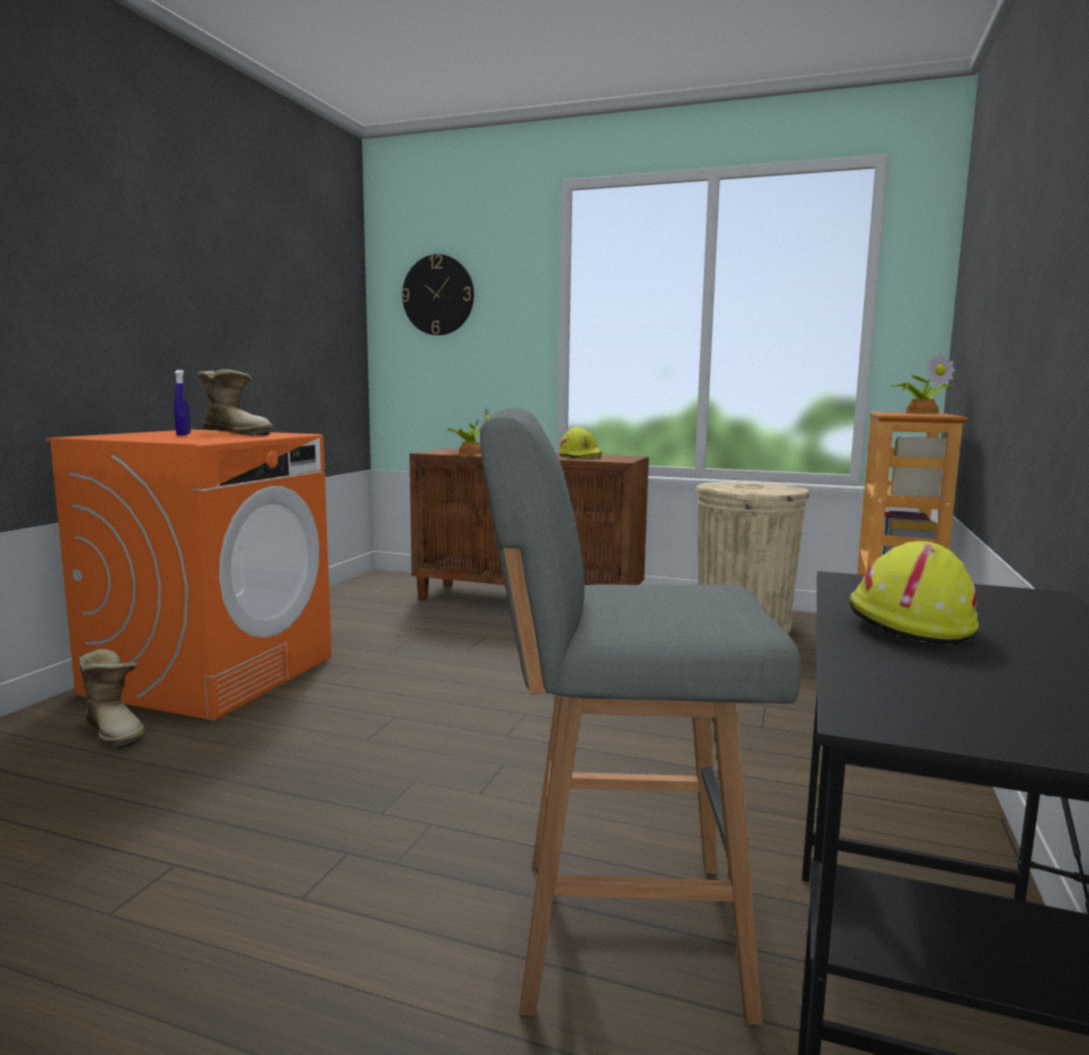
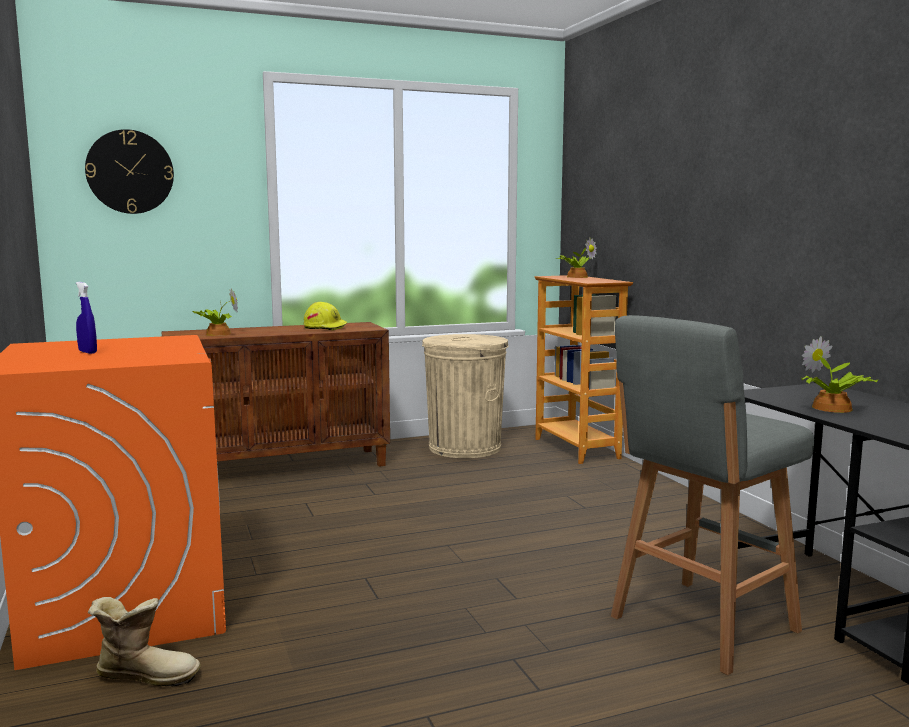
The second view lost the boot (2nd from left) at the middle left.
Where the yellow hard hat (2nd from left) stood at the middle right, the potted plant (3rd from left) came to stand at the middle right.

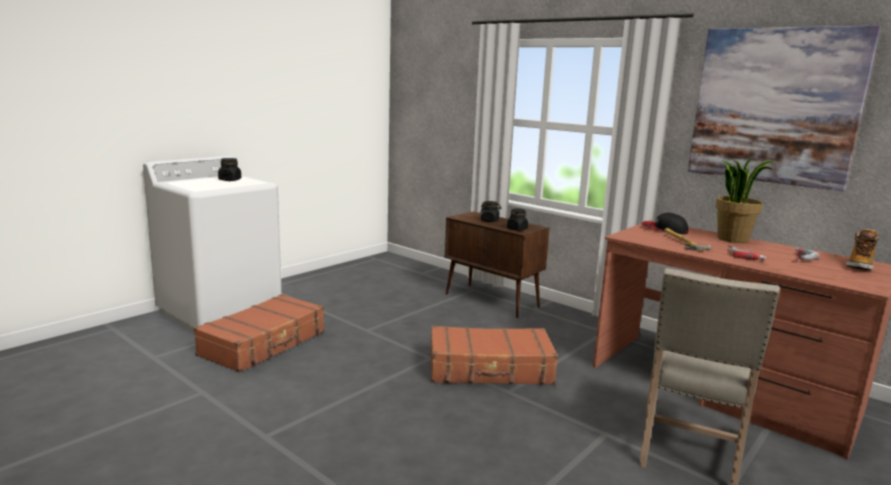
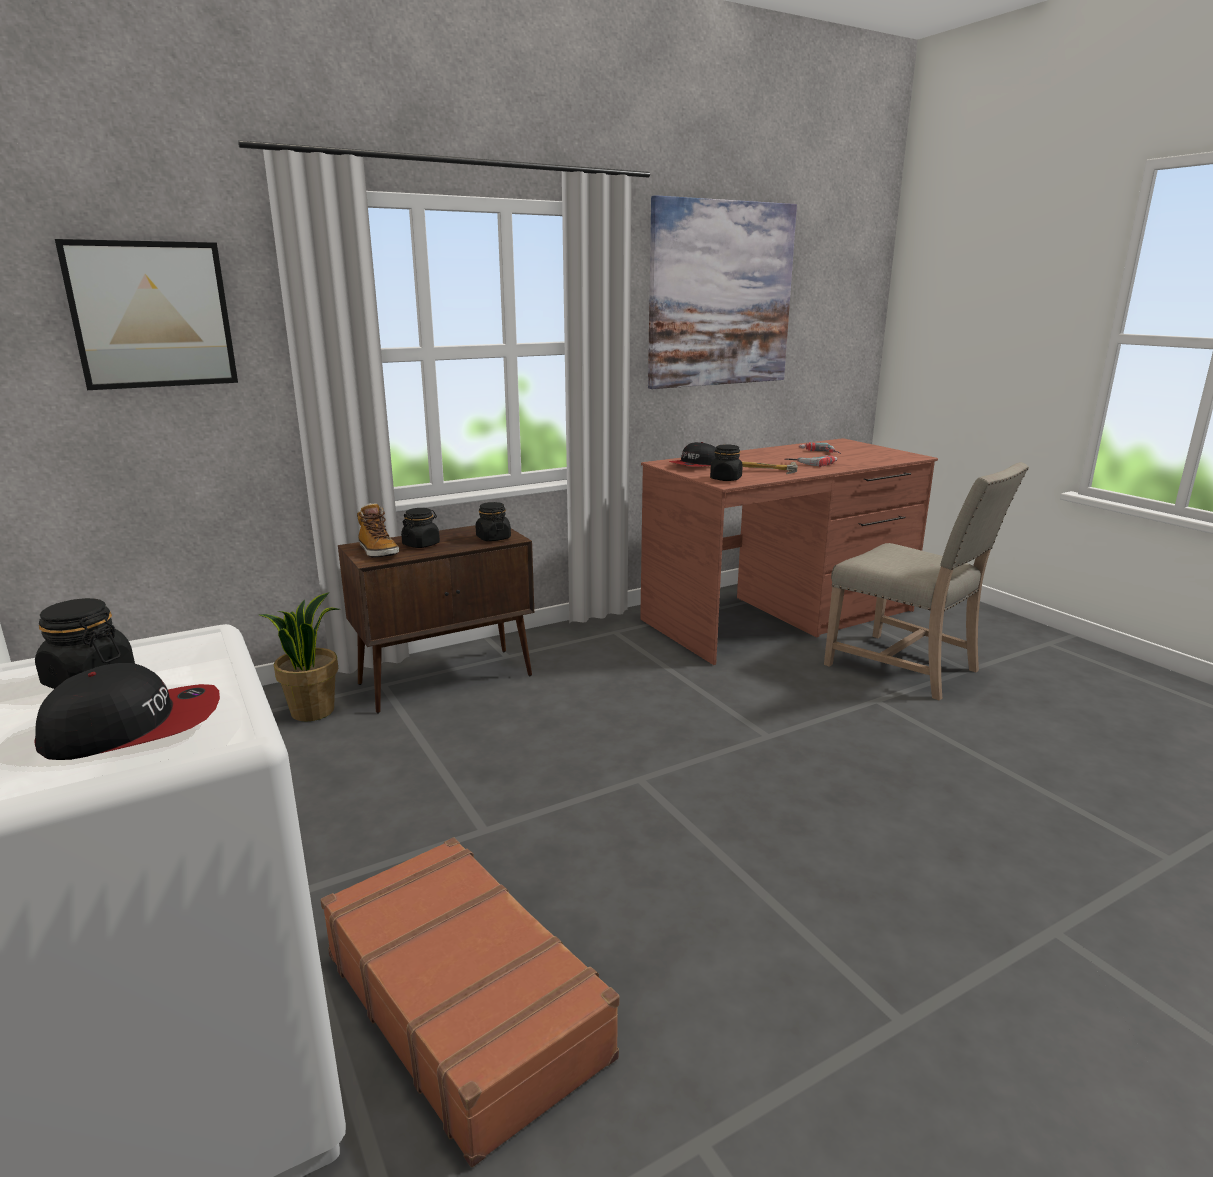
The second view lost the brown suitcase (2nd from left) at the bottom centre.
The second view gained the cap (1st from left) at the middle left.
The second view gained the picture (1st from left) at the top left.
The second view gained the black jar (4th from left) at the centre.
The potted plant ended up elsewhere, having gone from the middle right to the middle left.
The boot ended up elsewhere, having gone from the middle right to the middle left.

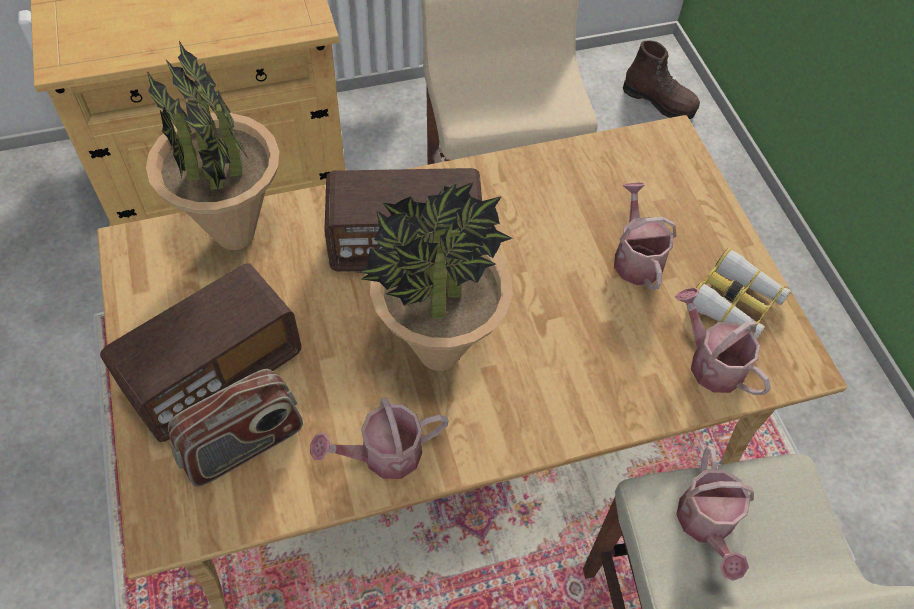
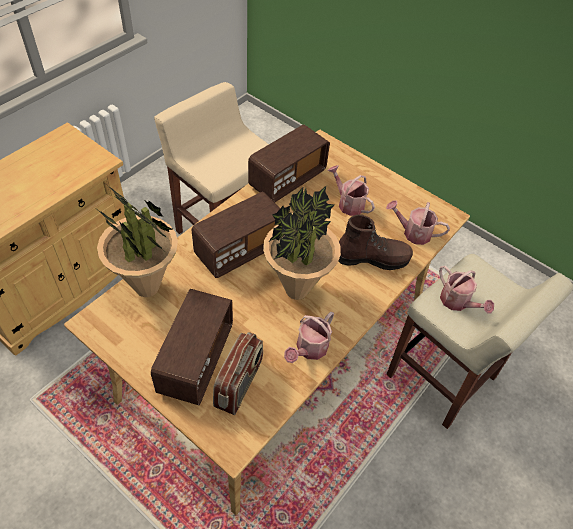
The second view lost the binoculars at the middle right.
The second view gained the radio (4th from left) at the top centre.
The brown boot ended up elsewhere, having gone from the top right to the centre.

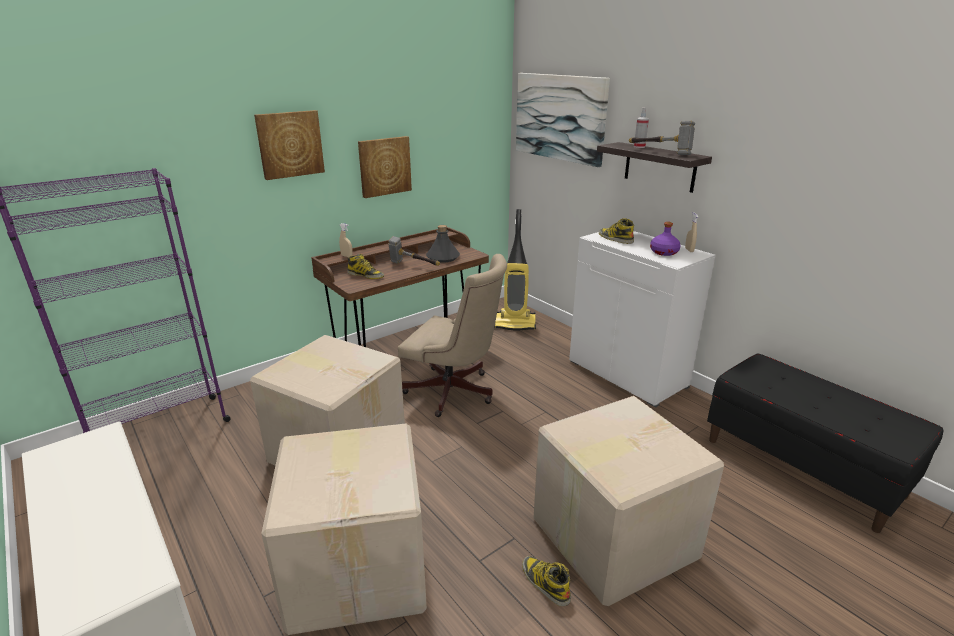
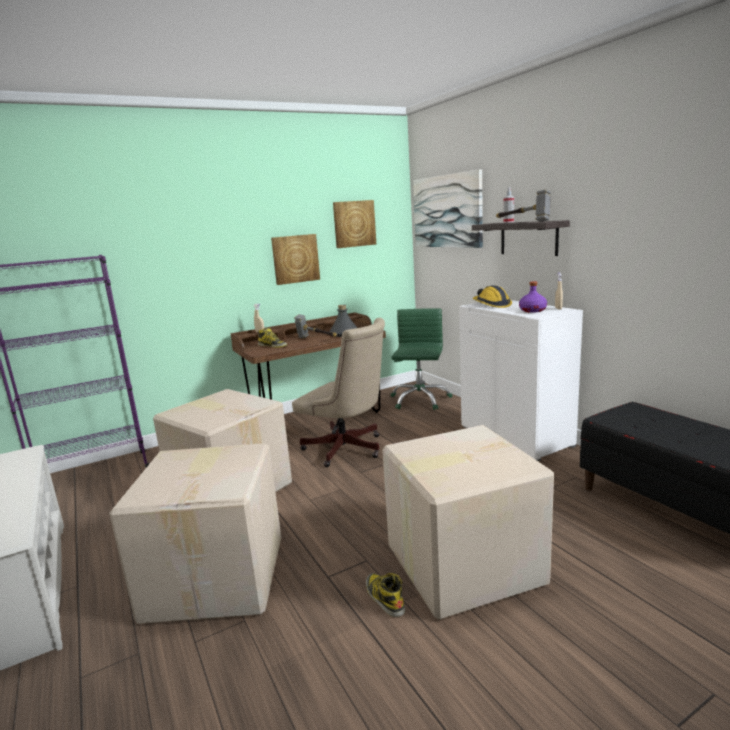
The picture (1st from left in the first image) ended up elsewhere, having gone from the top left to the top centre.
Where the vacuum cleaner stood at the centre, the green office chair came to stand at the centre.
Where the boot (3rd from left) stood at the centre, the hard hat came to stand at the middle right.

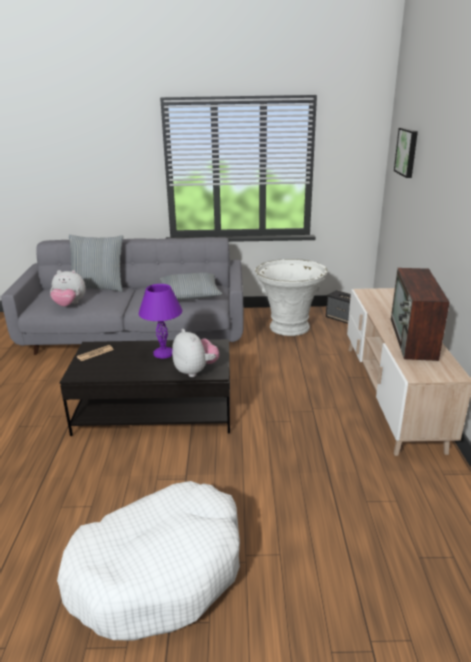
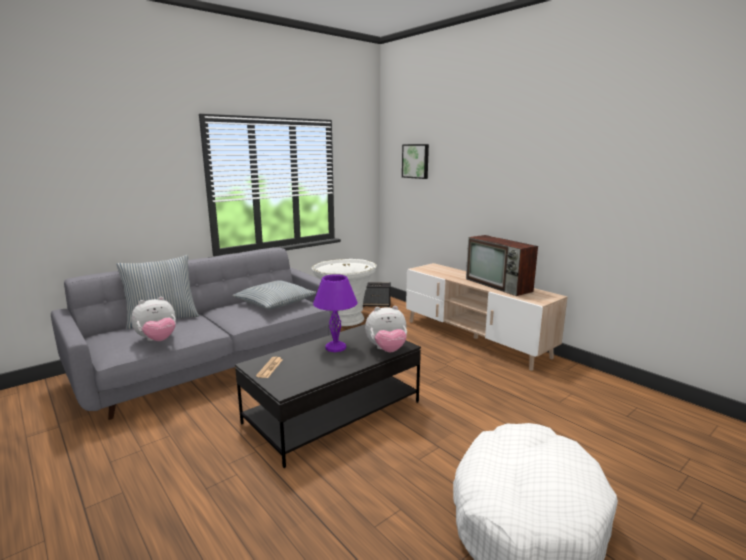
The plush toy (2nd from left) at the centre ended up facing another way, 150 degrees clockwise from before.

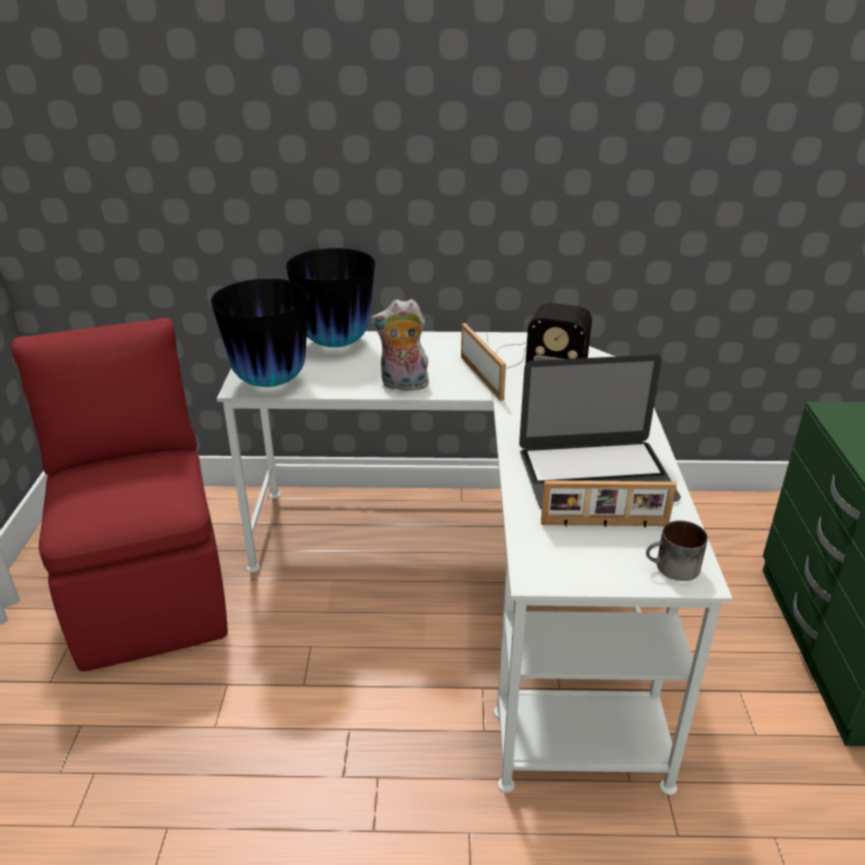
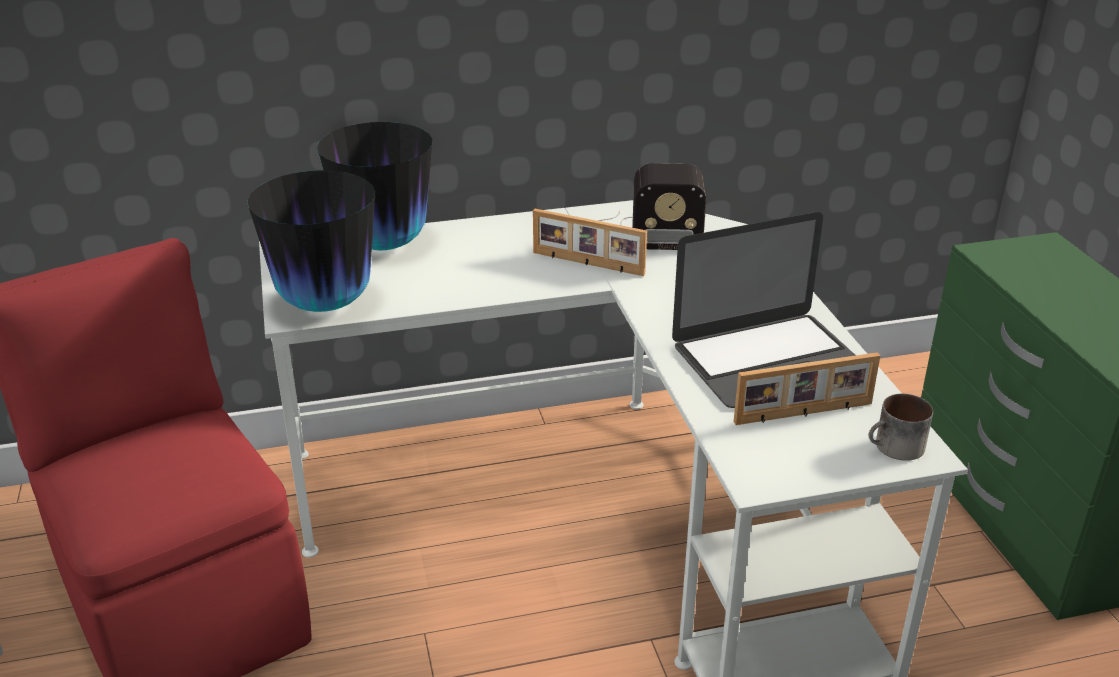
The second view lost the plush toy at the centre.
The picture frame (1st from left) at the centre ended up facing another way, 150 degrees clockwise from before.

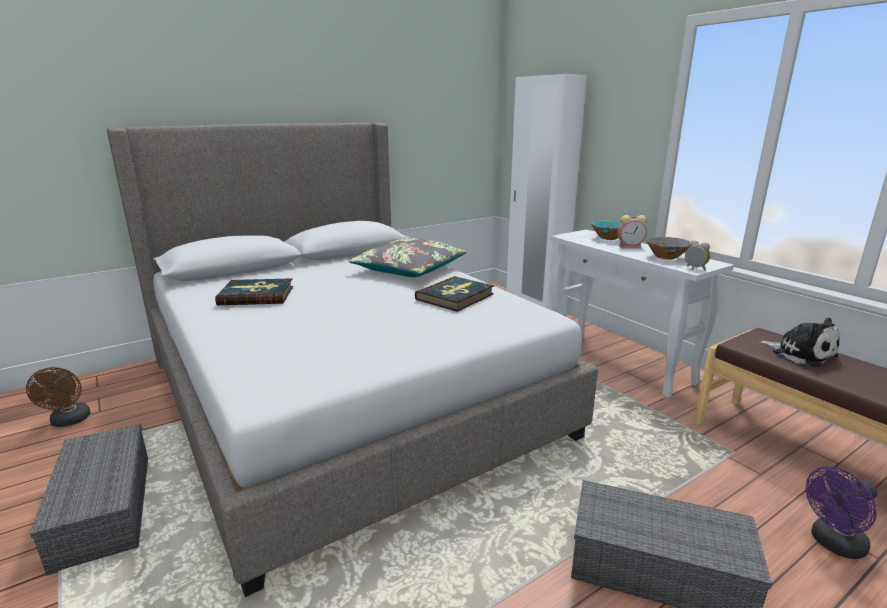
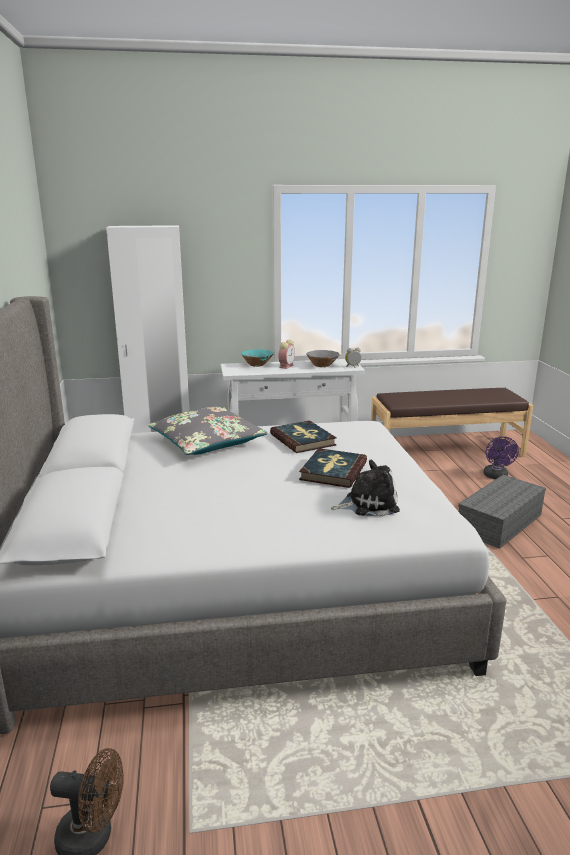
The second view lost the grey storage box (1st from left) at the bottom left.
The book (1st from left in the first image) ended up elsewhere, having gone from the middle left to the centre.
The plush toy ended up elsewhere, having gone from the middle right to the centre.

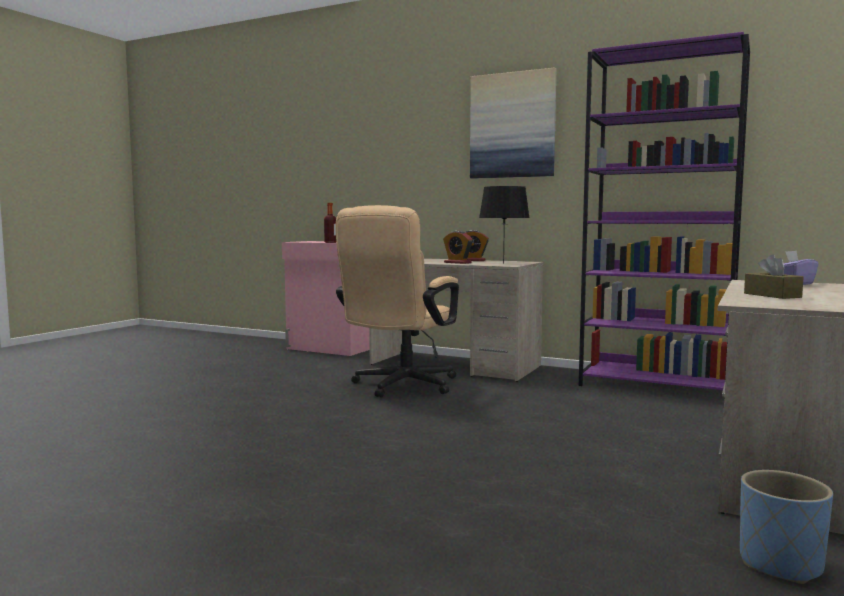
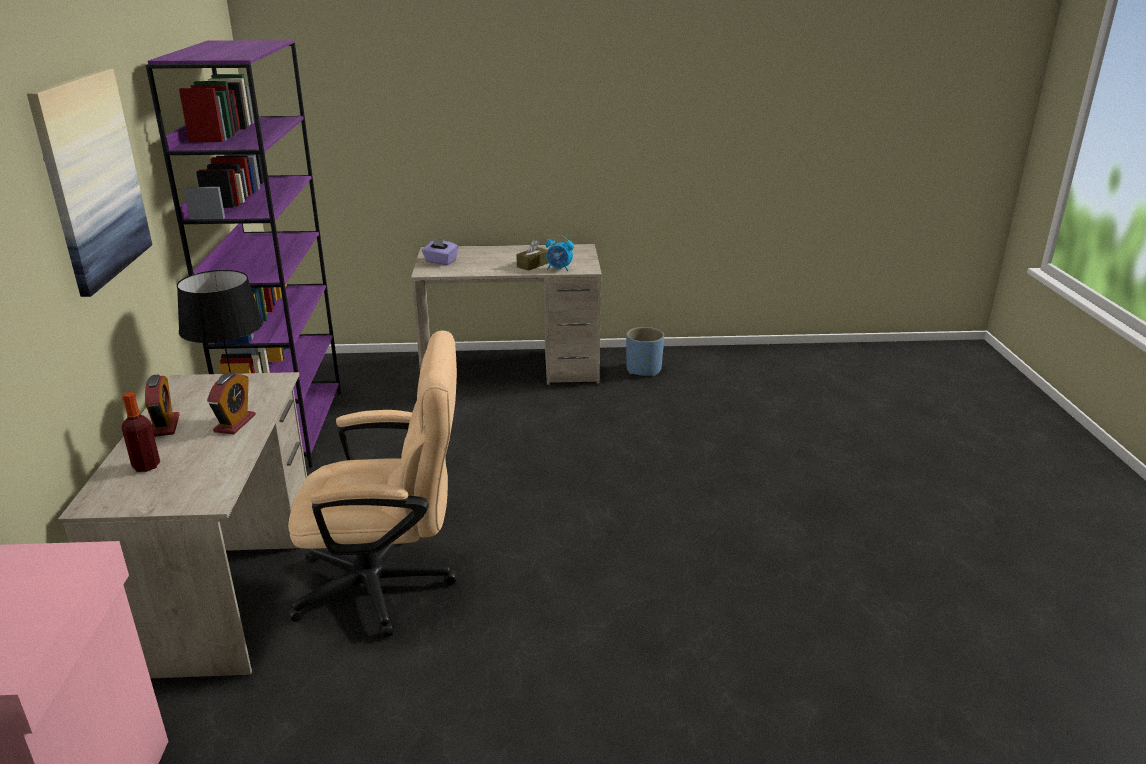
The second view gained the alarm clock (3rd from left) at the top centre.
The bottle ended up elsewhere, having gone from the centre to the middle left.

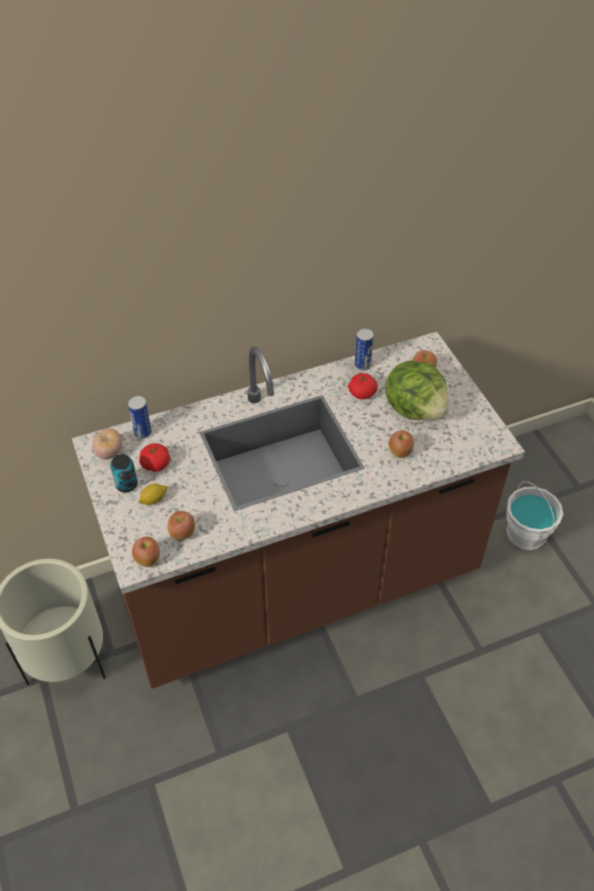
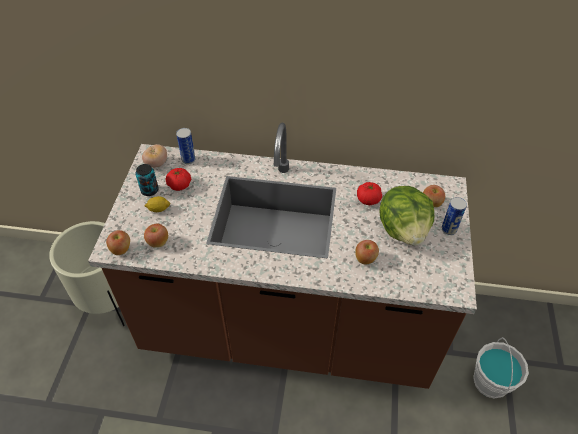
The can (3rd from left) ended up elsewhere, having gone from the centre to the middle right.

